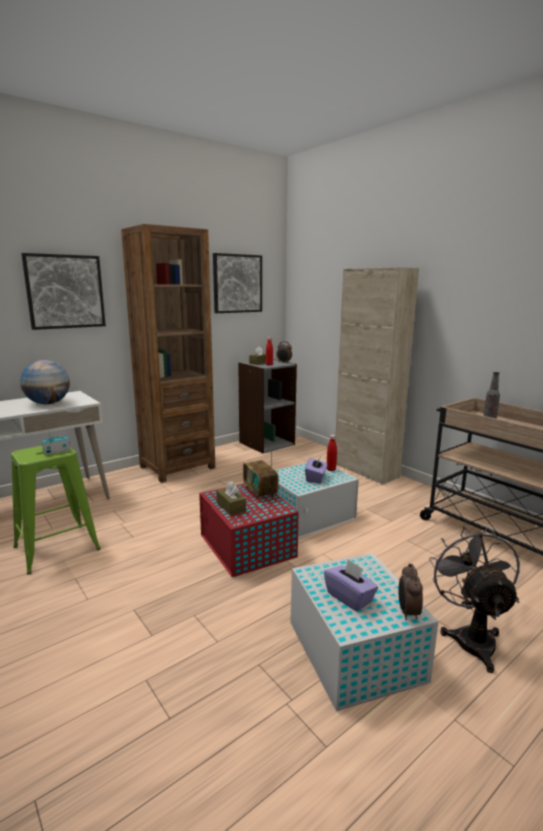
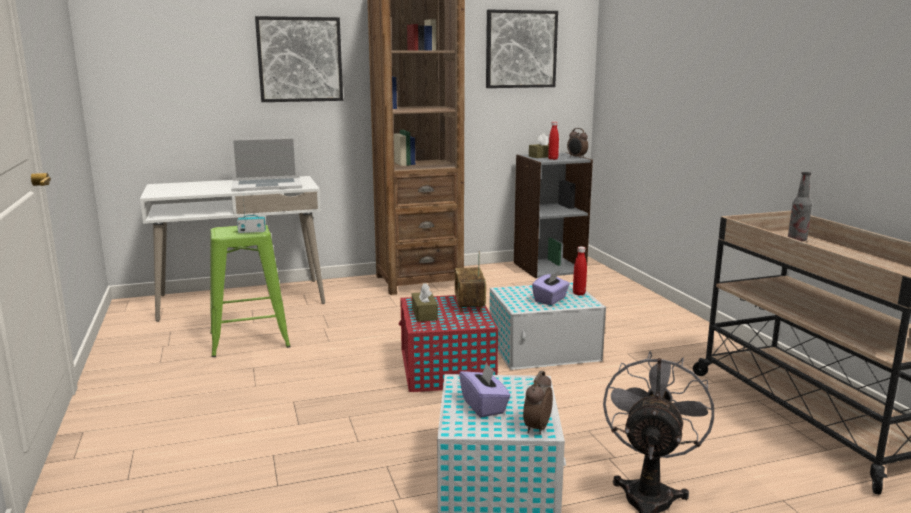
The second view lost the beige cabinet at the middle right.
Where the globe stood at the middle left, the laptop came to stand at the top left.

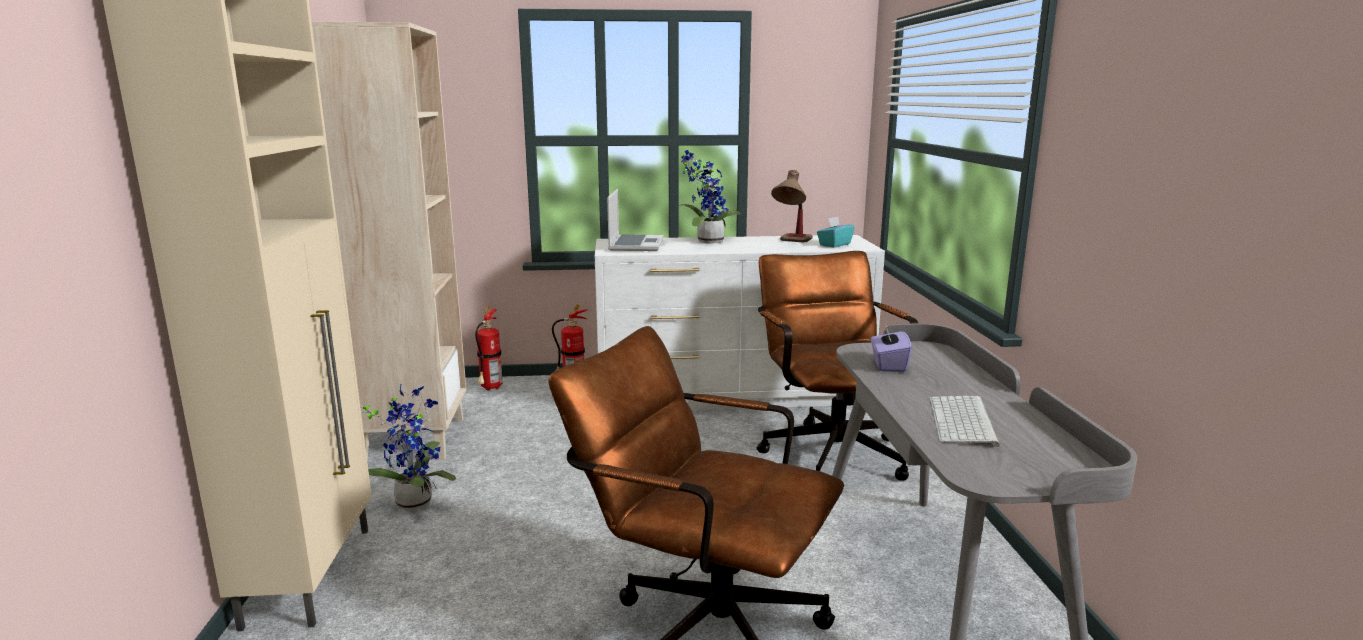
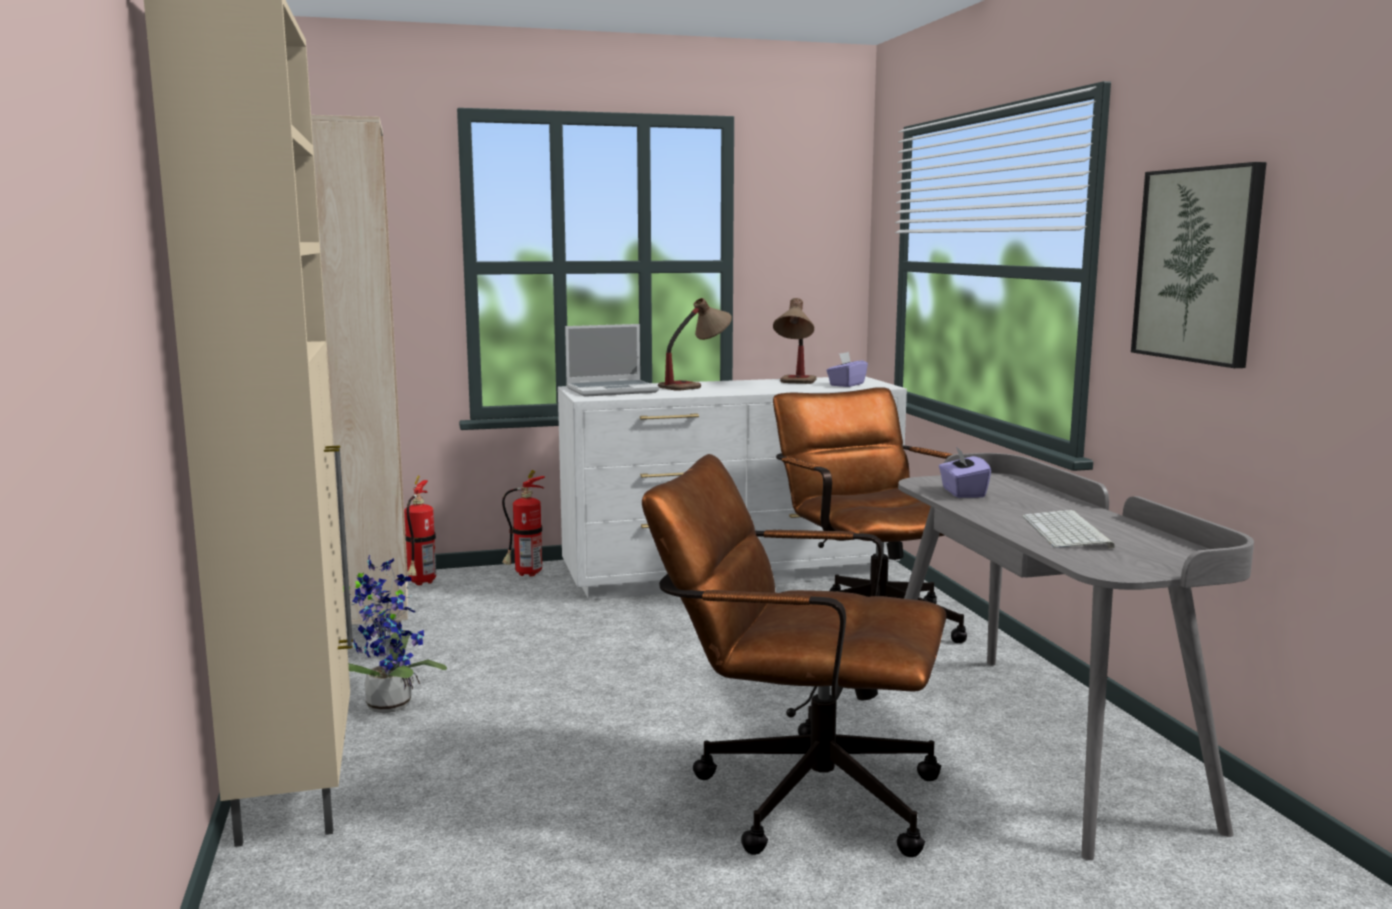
The second view gained the picture at the top right.
Where the potted plant (2nd from left) stood at the top centre, the table lamp (1st from left) came to stand at the centre.
What was the turquoise tissue box at the centre turned into the purple tissue box (1st from left) at the centre.
The laptop at the centre ended up facing another way, 75 degrees clockwise from before.

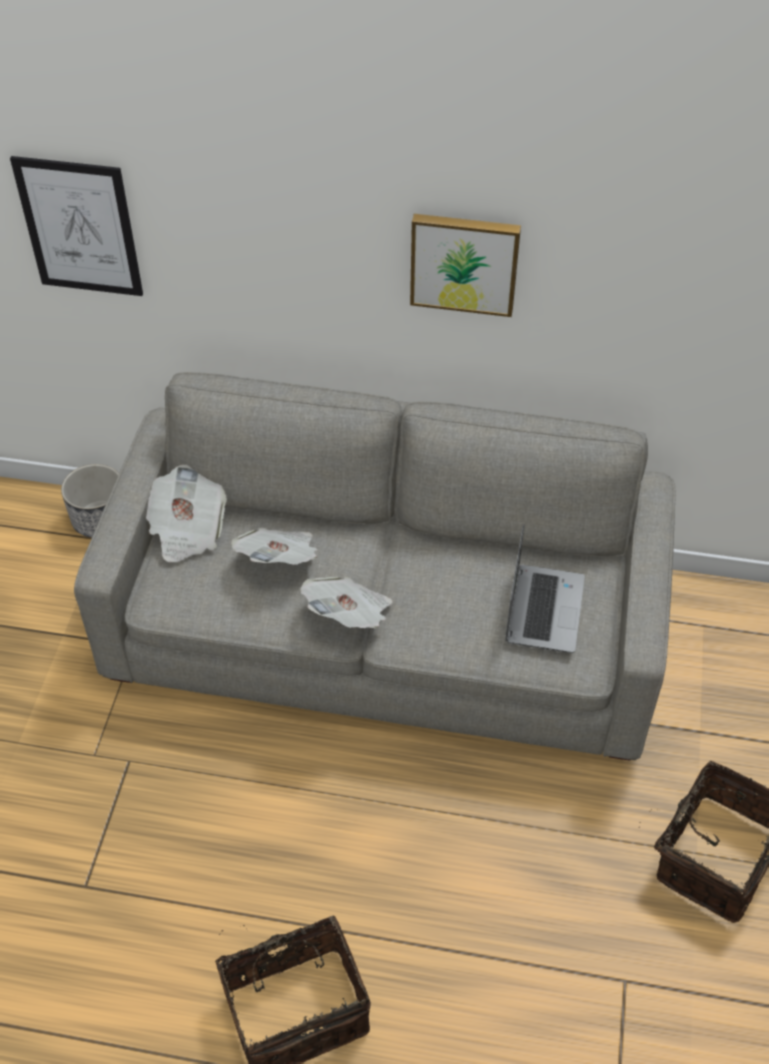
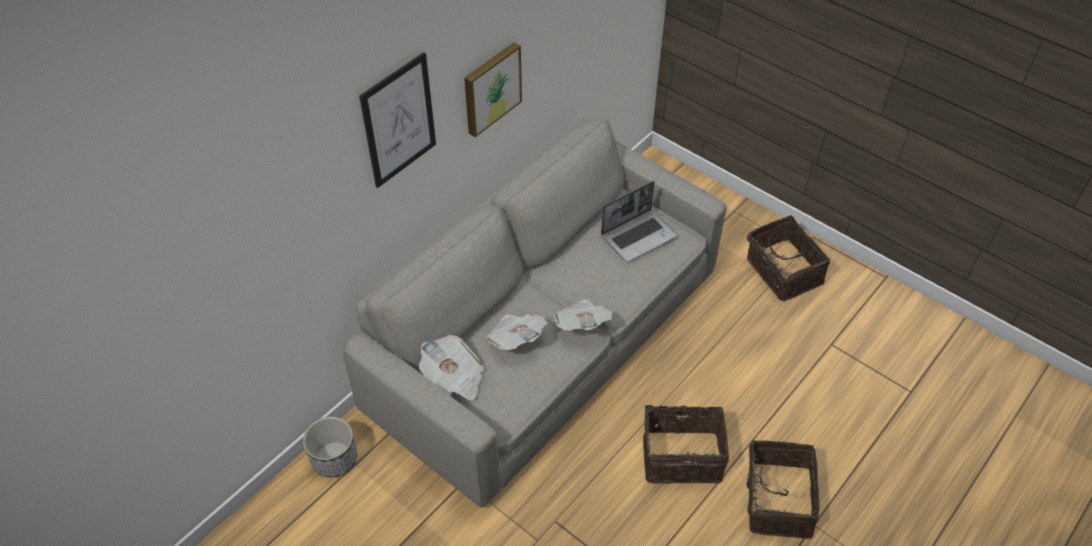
The second view gained the basket (1st from left) at the bottom centre.
The picture (1st from left) ended up elsewhere, having gone from the top left to the top centre.
The laptop at the middle right ended up facing another way, 105 degrees clockwise from before.

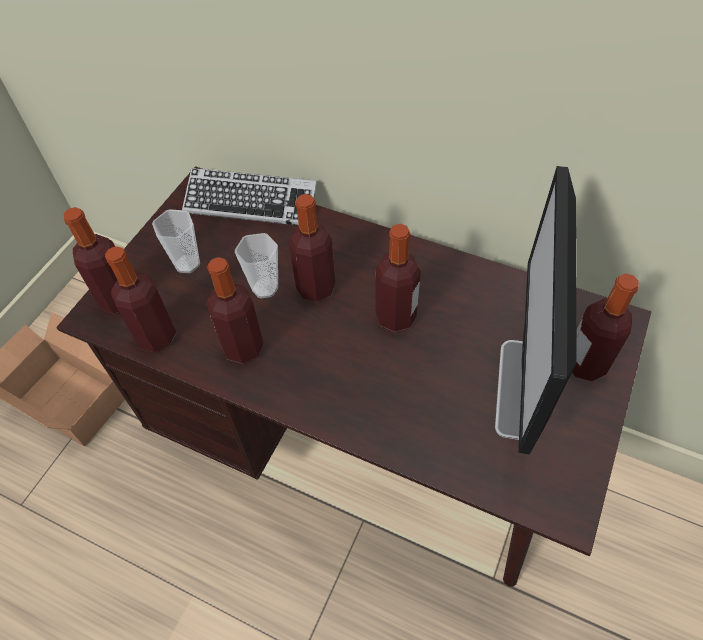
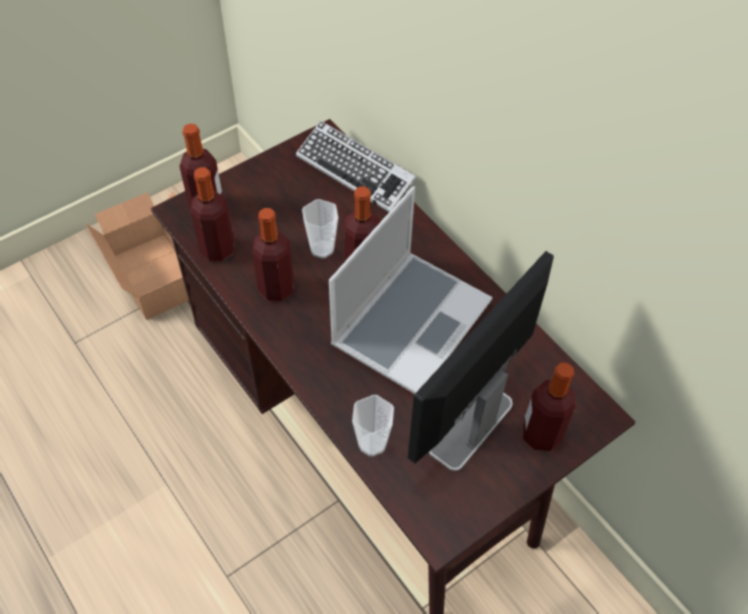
The cup (1st from left in the first image) ended up elsewhere, having gone from the middle left to the bottom centre.
Where the bottle (5th from left) stood at the centre, the laptop came to stand at the centre.

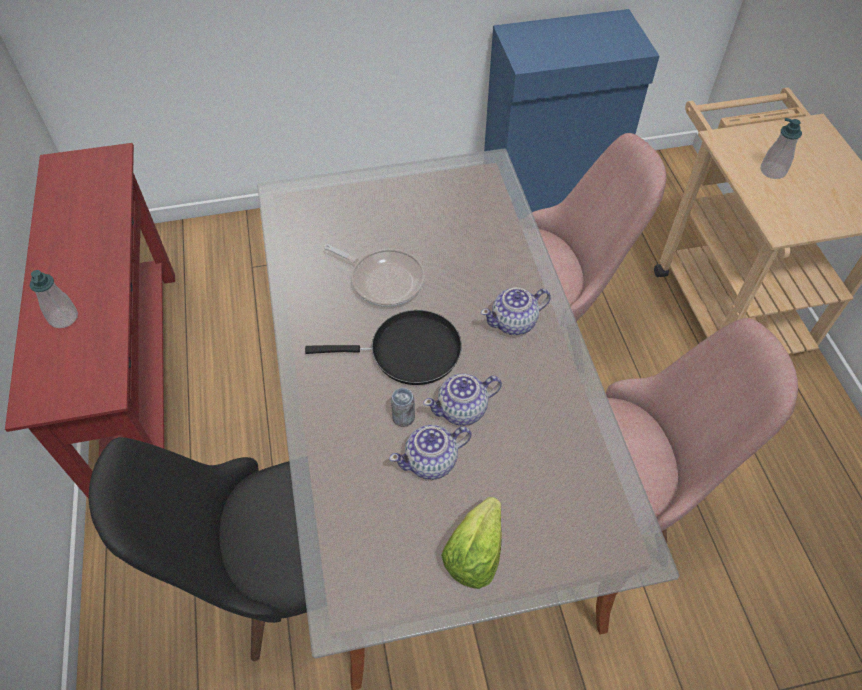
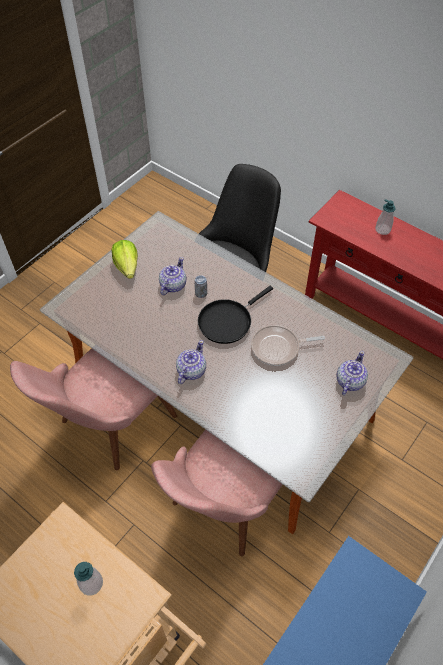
The teapot (2nd from left in the first image) ended up elsewhere, having gone from the centre to the middle right.

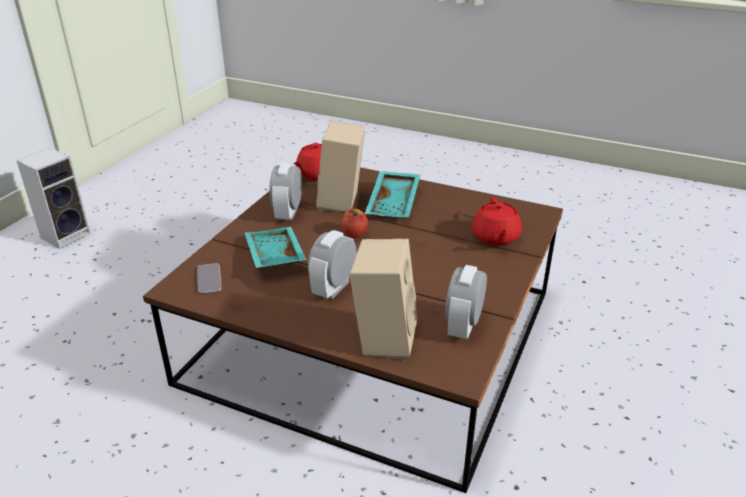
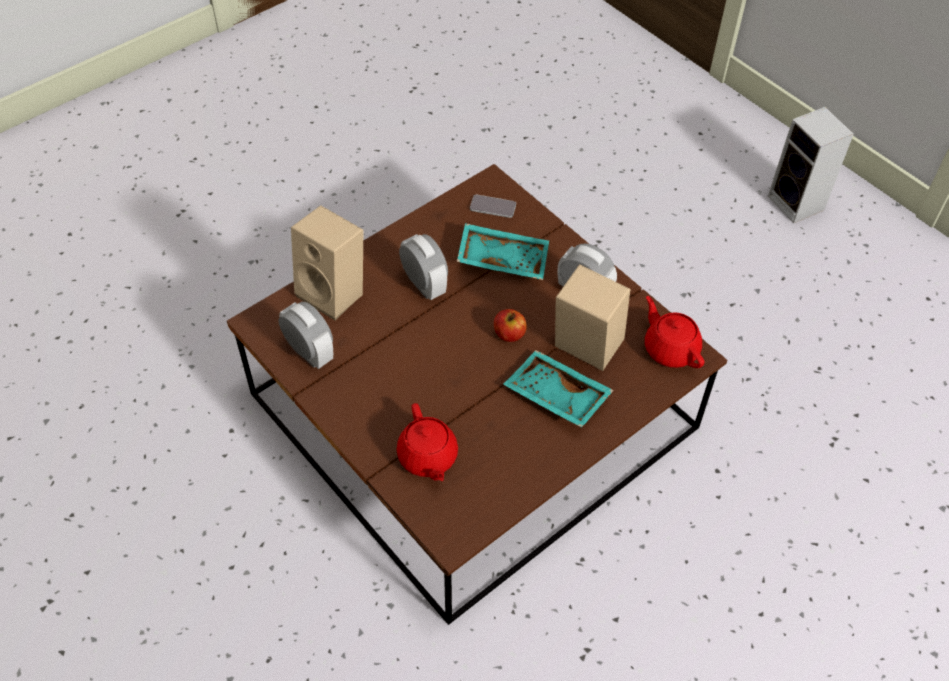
The red teapot (2nd from left in the first image) at the centre ended up facing another way, 135 degrees counterclockwise from before.

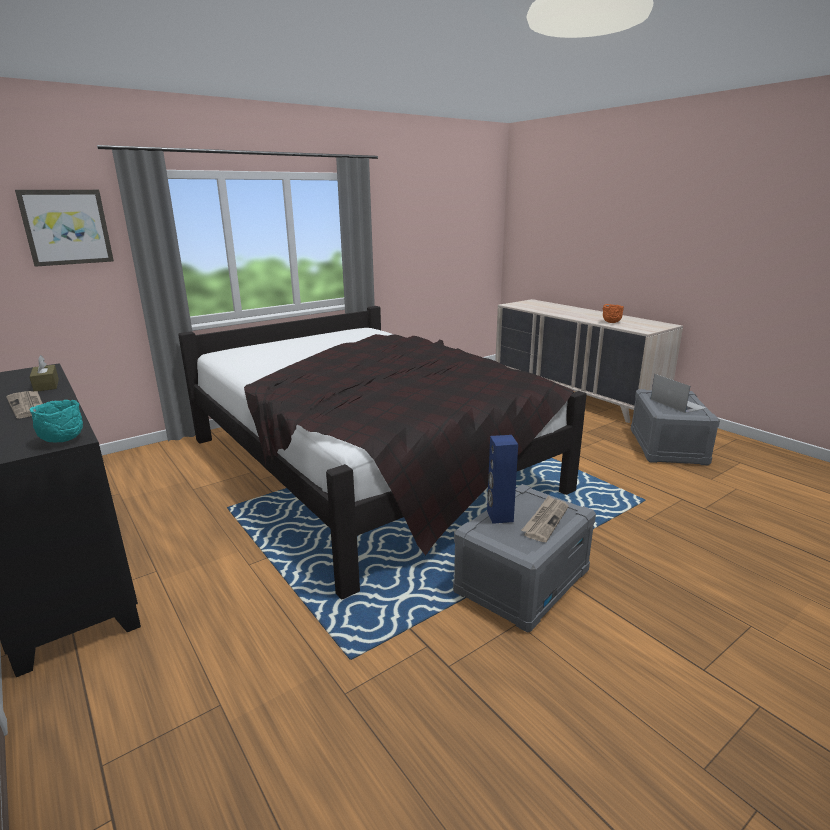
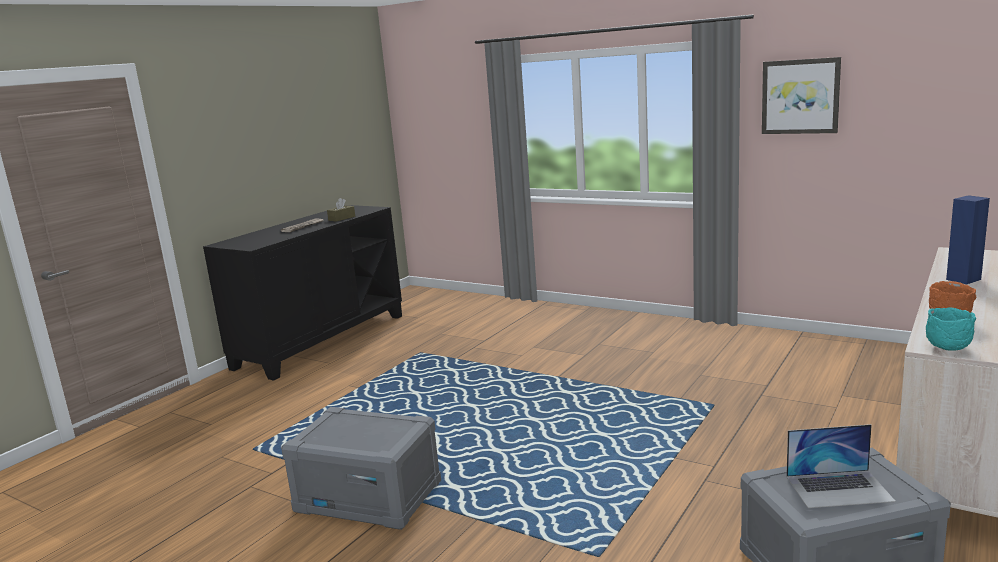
The second view lost the black bed at the centre.
The second view lost the newspaper (2nd from left) at the centre.
The picture ended up elsewhere, having gone from the top left to the top right.
The turquoise bowl ended up elsewhere, having gone from the middle left to the middle right.
The blue speaker ended up elsewhere, having gone from the centre to the middle right.
The laptop at the middle right ended up facing another way, 45 degrees clockwise from before.

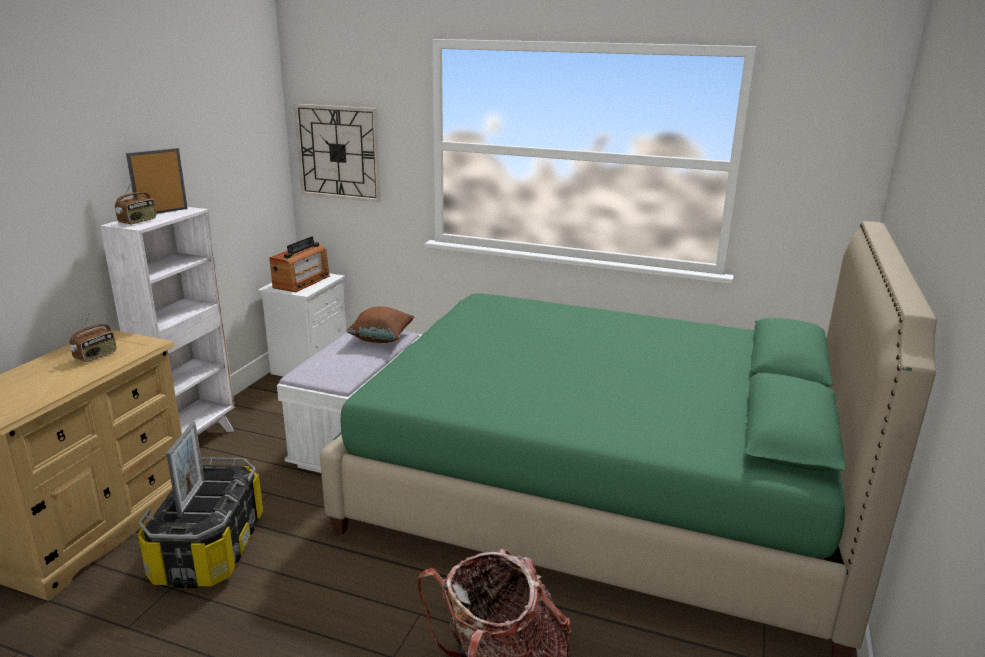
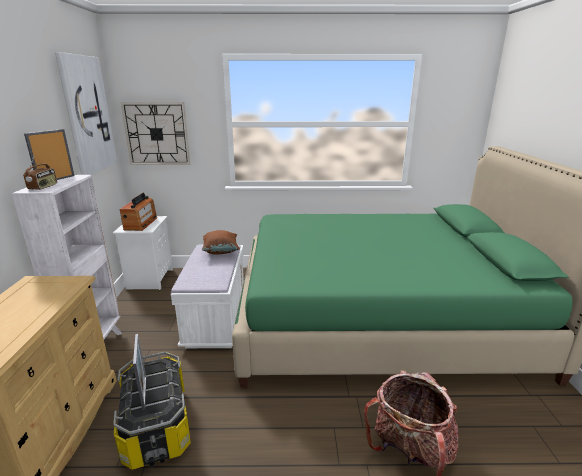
The second view lost the radio (1st from left) at the middle left.
The second view gained the picture at the top left.

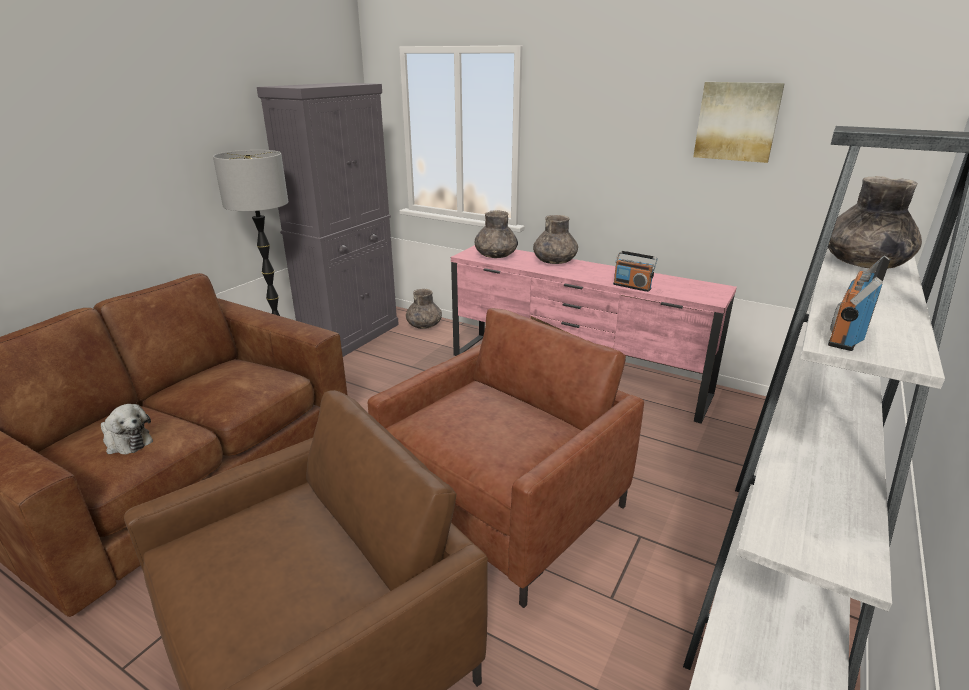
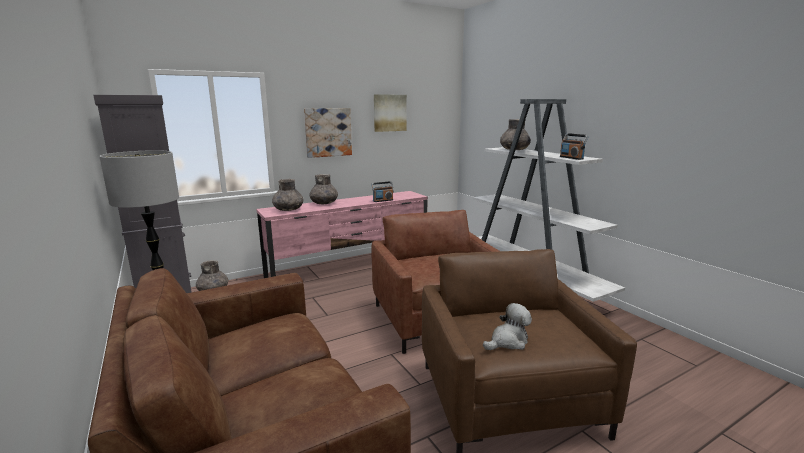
The second view gained the picture (1st from left) at the top centre.
The plush toy ended up elsewhere, having gone from the middle left to the bottom centre.

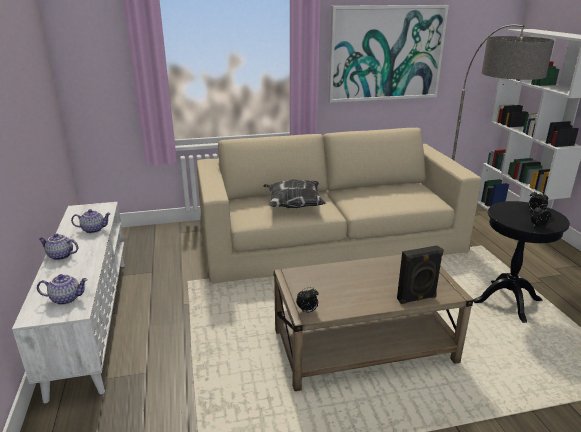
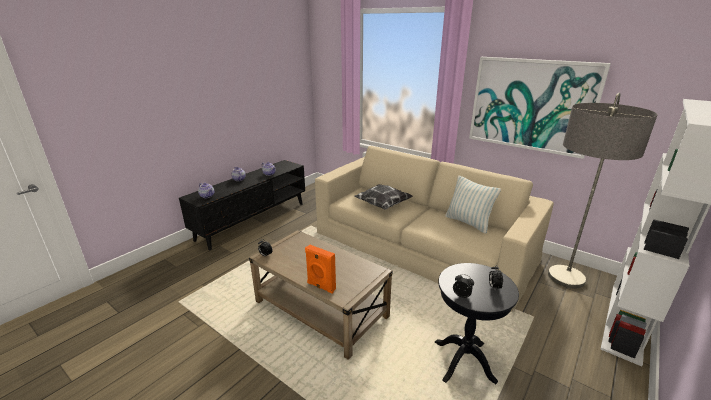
The second view gained the pillow (2nd from left) at the centre.
What was the white tv stand at the bottom left turned into the black tv stand at the centre.
What was the black speaker at the middle right turned into the orange speaker at the bottom centre.

